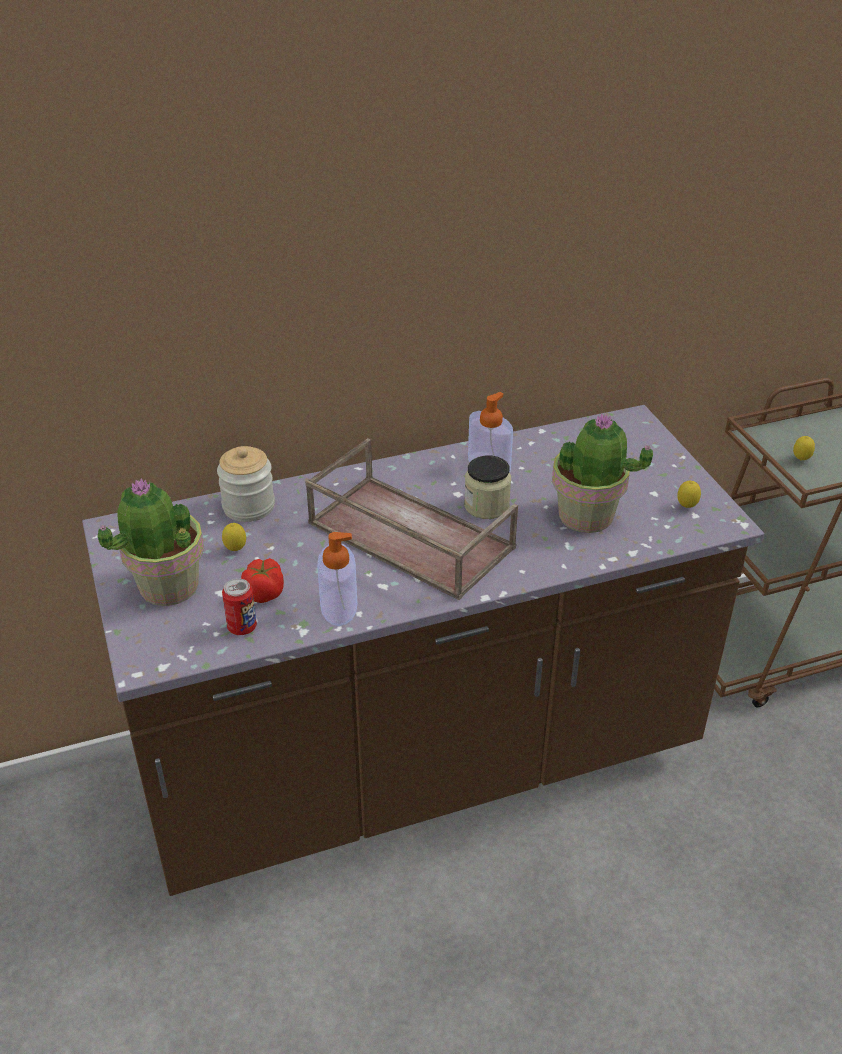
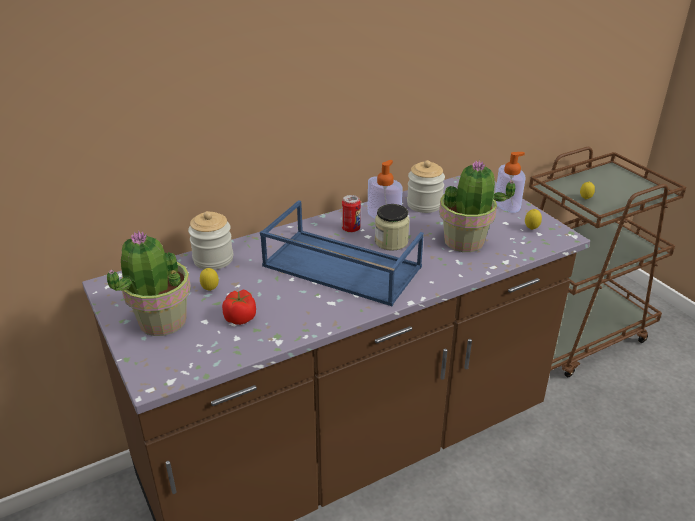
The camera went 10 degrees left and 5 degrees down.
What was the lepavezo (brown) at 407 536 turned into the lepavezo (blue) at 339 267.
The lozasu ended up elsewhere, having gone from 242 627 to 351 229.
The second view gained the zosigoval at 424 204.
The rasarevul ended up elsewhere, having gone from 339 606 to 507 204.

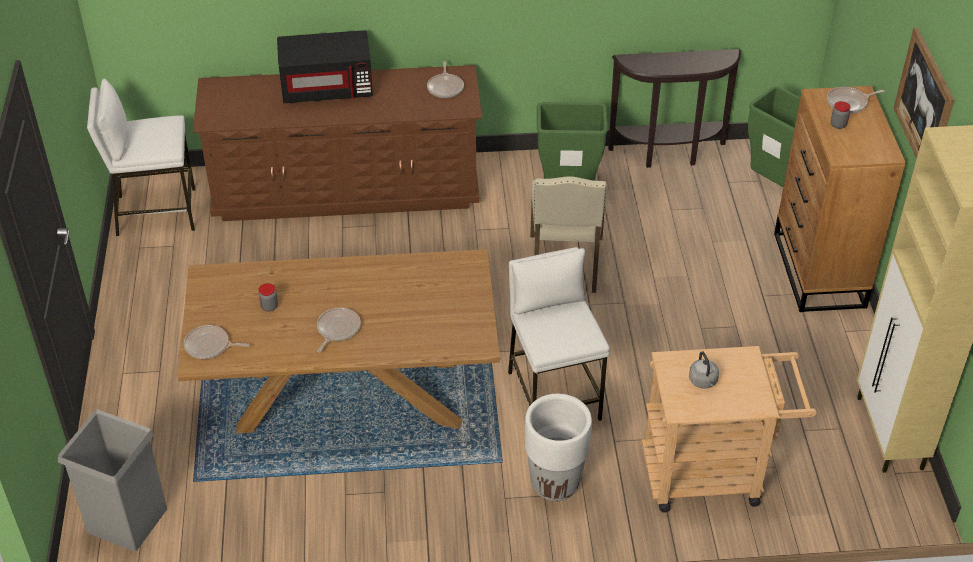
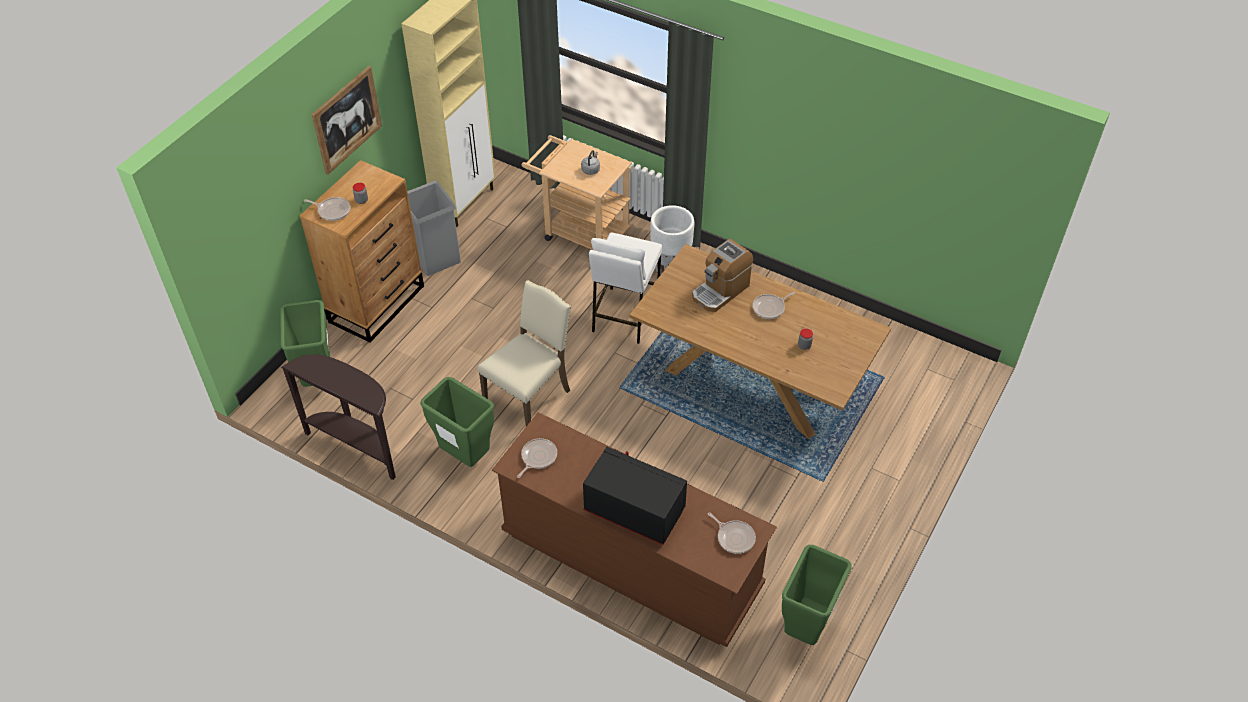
The camera went 145 degrees left and 5 degrees up.
The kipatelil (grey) ended up elsewhere, having gone from 126 520 to 436 257.
The second view gained the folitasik at 720 291.
The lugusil ended up elsewhere, having gone from 209 346 to 734 537.
Where the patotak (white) stood at 156 212, the kipatelil (green) came to stand at 805 629.

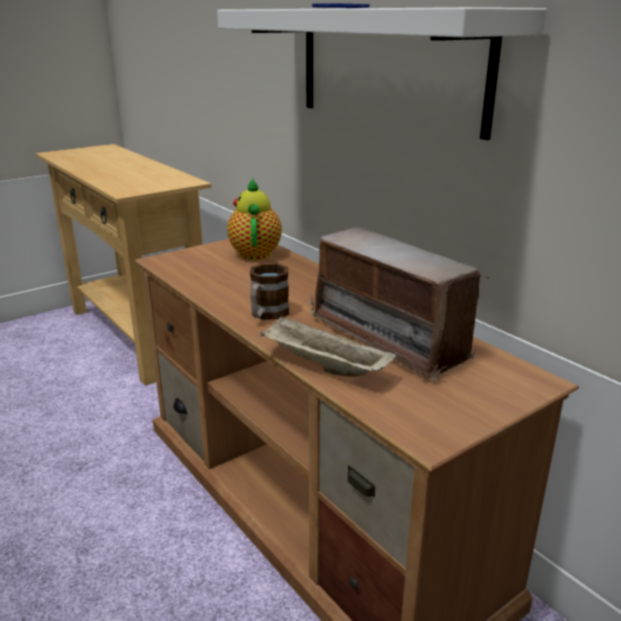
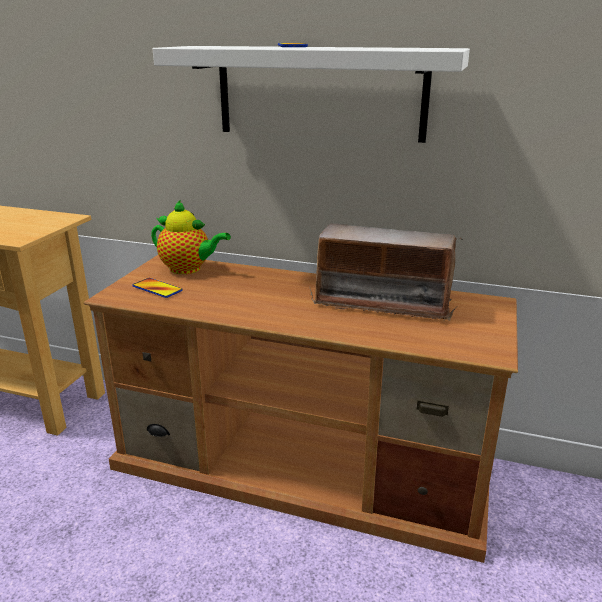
The camera went 35 degrees left and 0 degrees up.
The second view gained the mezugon at 157 289.
The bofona at 255 253 ended up facing another way, 150 degrees clockwise from before.
The second view lost the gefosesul at 266 315.
The second view lost the lepavezo (beige) at 322 366.

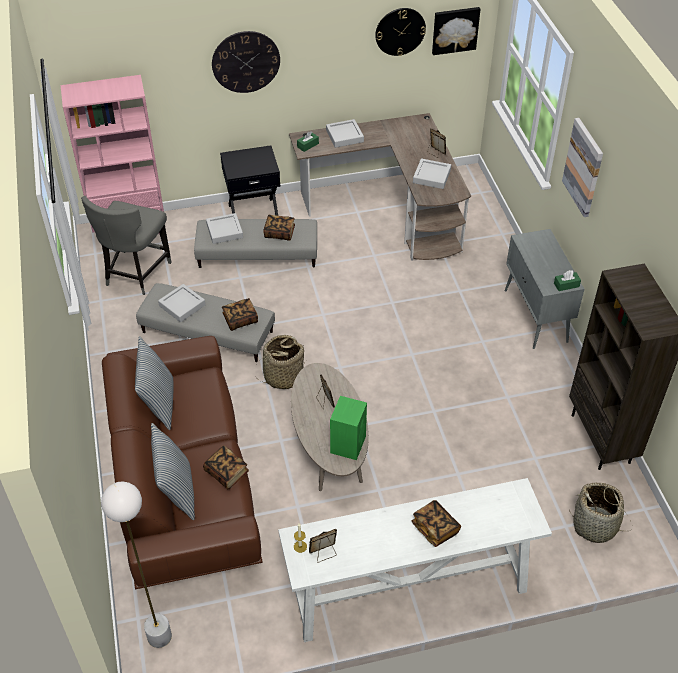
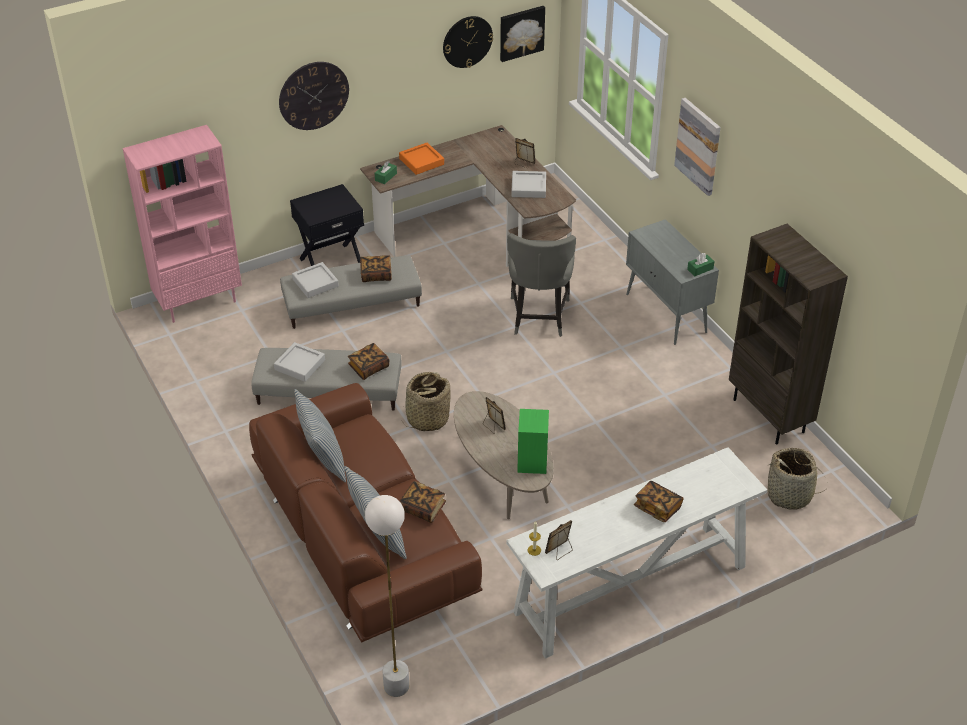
The camera went 15 degrees left and 5 degrees down.
What was the lepavezo (grey) at 344 136 turned into the lepavezo (orange) at 421 161.
The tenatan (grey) ended up elsewhere, having gone from 135 274 to 538 317.

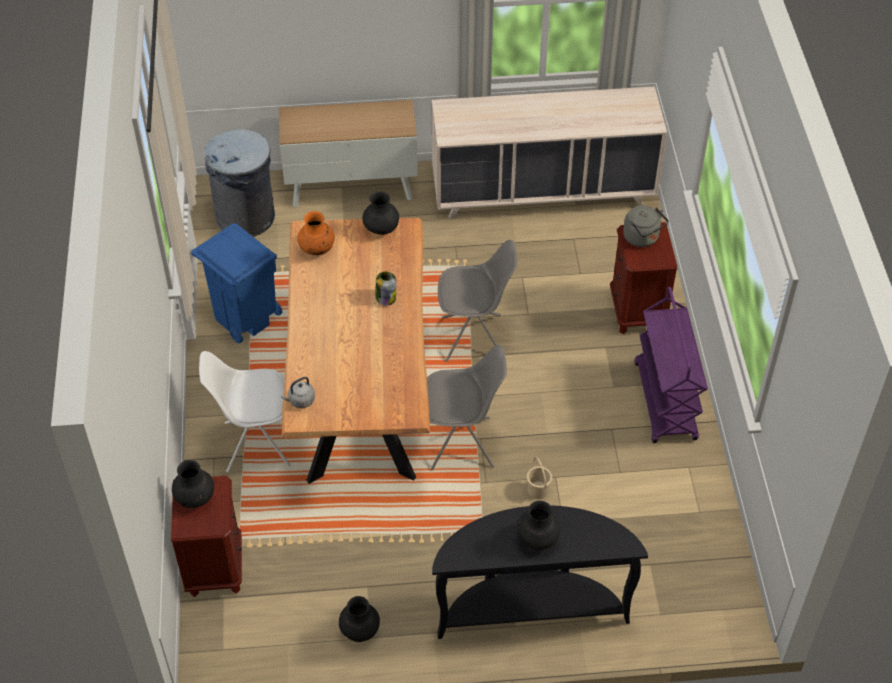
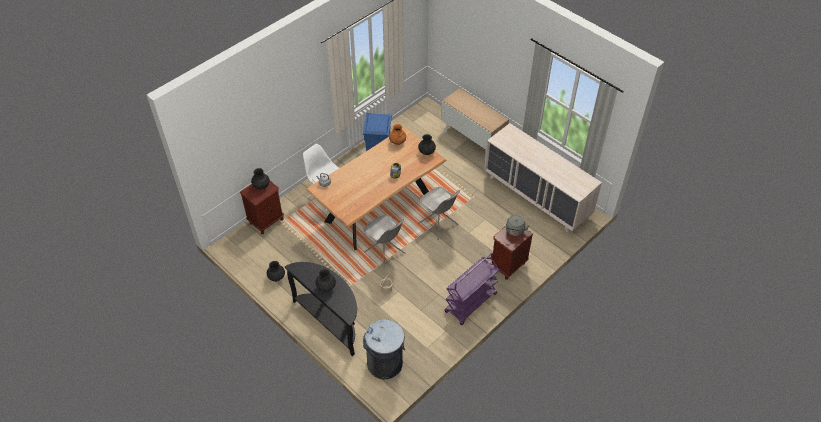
The camera went 50 degrees right and 0 degrees up.
The kipatelil (grey) ended up elsewhere, having gone from 246 217 to 385 364.

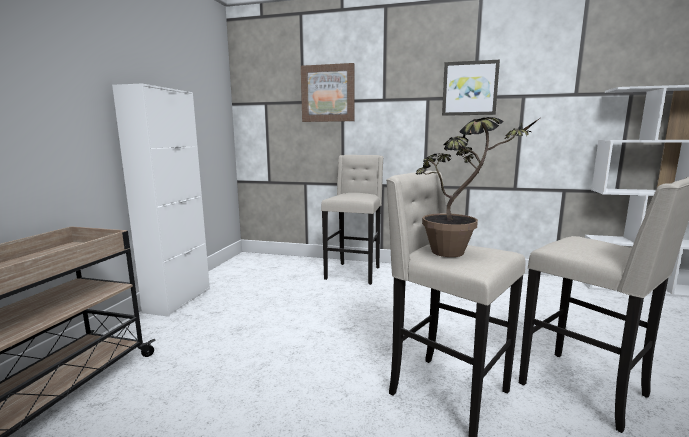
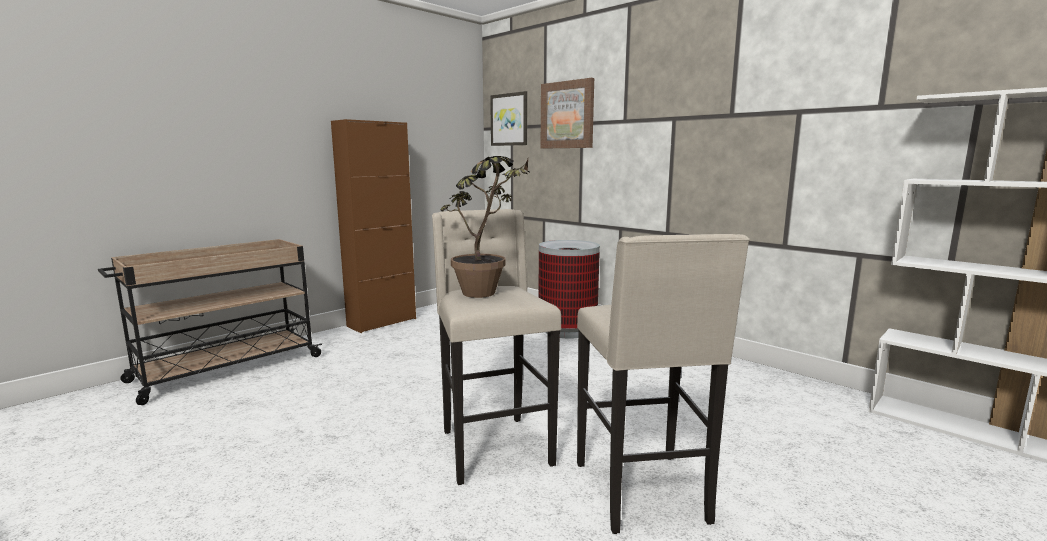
The camera went 30 degrees right and 0 degrees up.
What was the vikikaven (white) at 178 300 turned into the vikikaven (brown) at 382 322.
The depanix ended up elsewhere, having gone from 469 88 to 509 119.
Where the patotak (beige) stood at 354 273, the kipatelil came to stand at 567 330.

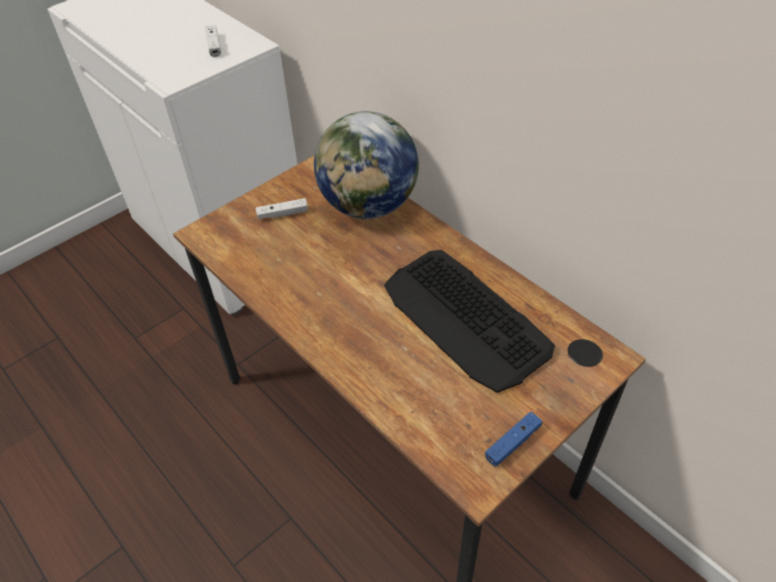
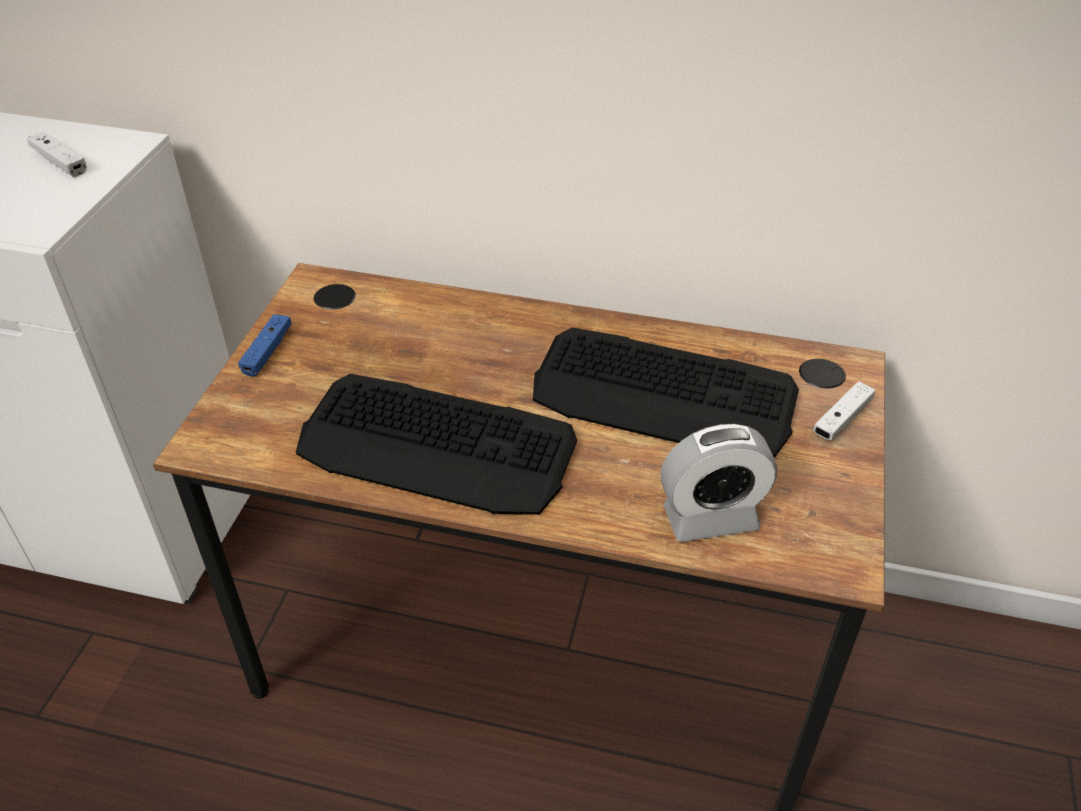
The camera went 35 degrees left and 5 degrees down.
The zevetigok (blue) ended up elsewhere, having gone from 512 443 to 267 351.
The second view gained the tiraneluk at 437 446.
The second view gained the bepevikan at 710 518.
The zevetigok (white) ended up elsewhere, having gone from 282 214 to 842 419.
The second view lost the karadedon at 369 206.

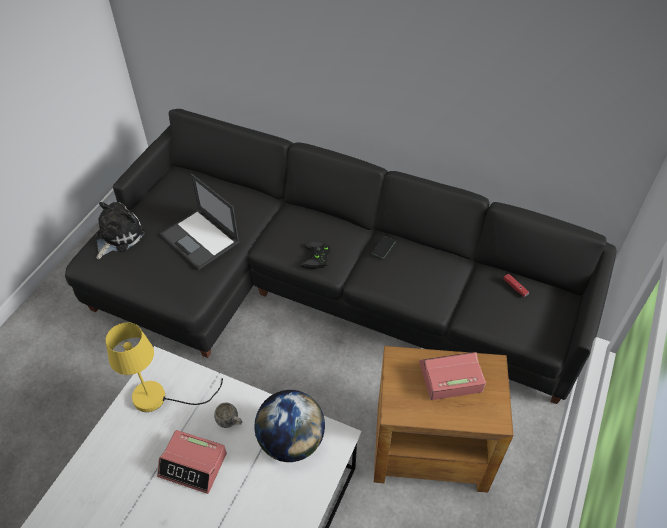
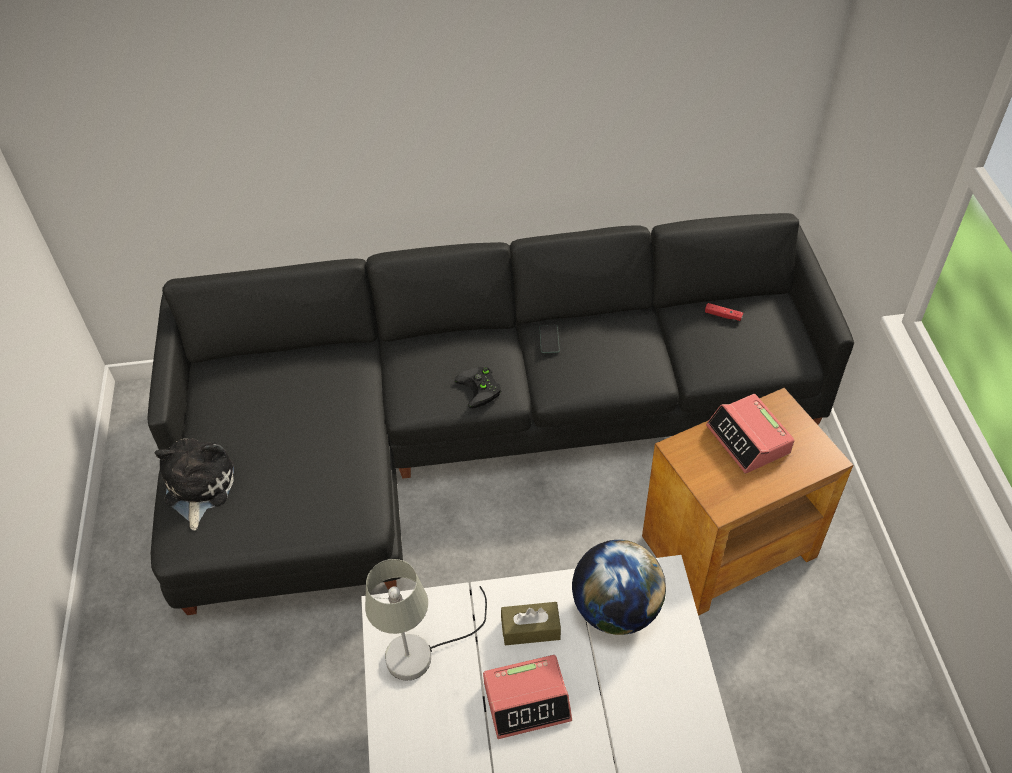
The camera went 30 degrees left and 0 degrees up.
What was the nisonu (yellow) at 160 397 turned into the nisonu (grey) at 421 651.
Where the gefosesul (white) stood at 230 422, the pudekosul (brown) came to stand at 530 629.
The bepevikan at 450 377 ended up facing another way, 75 degrees counterclockwise from before.
The second view lost the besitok at 200 239.

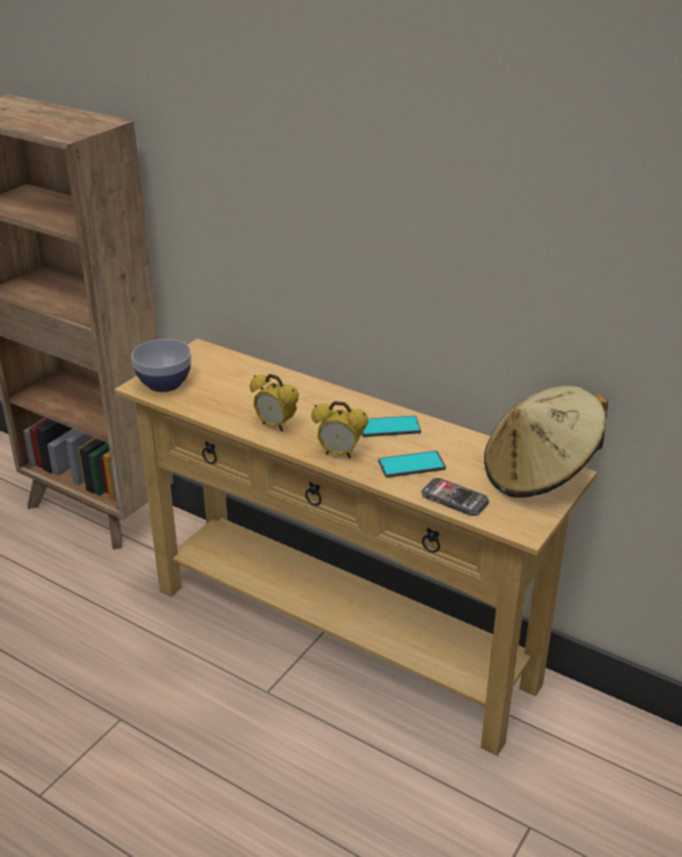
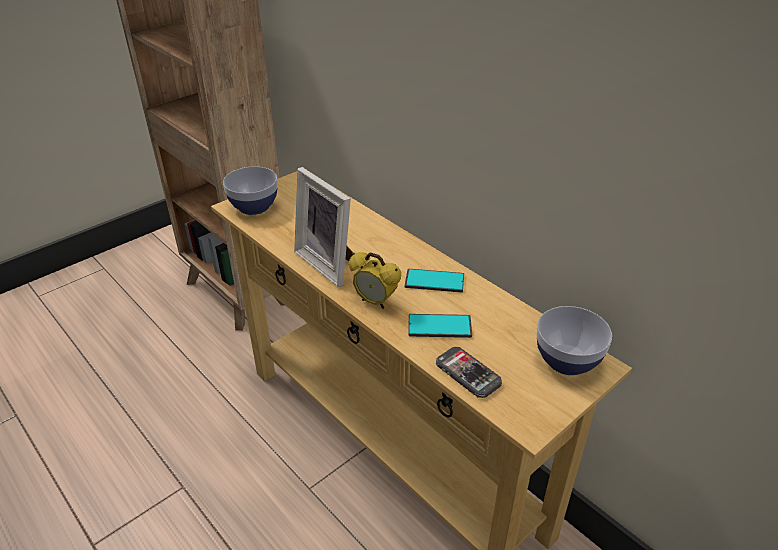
The camera went 15 degrees right and 5 degrees up.
Where the bepevikan stood at 275 425, the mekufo came to stand at 329 263.
Where the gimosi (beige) stood at 539 474, the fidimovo came to stand at 567 360.

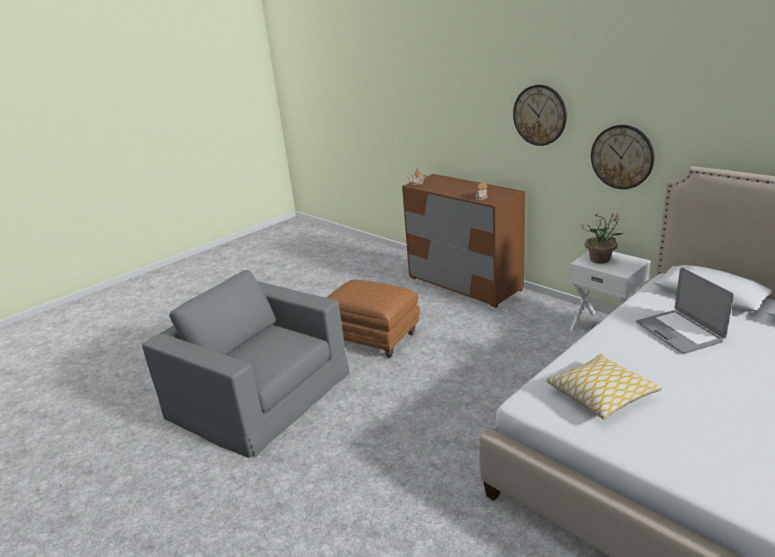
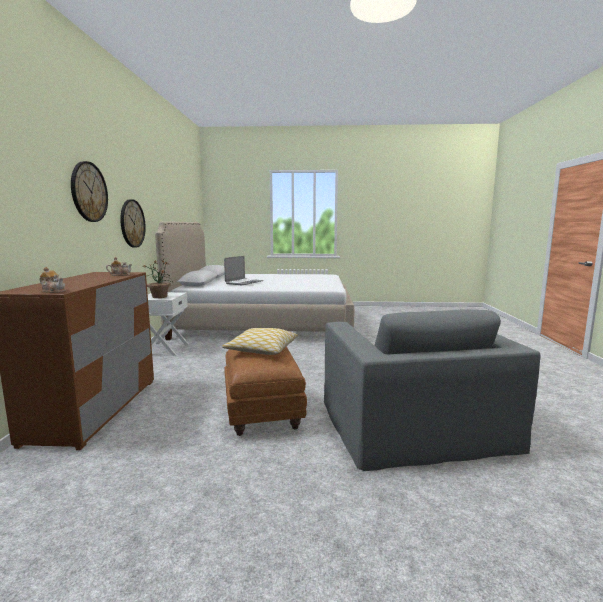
The camera went 135 degrees left and 15 degrees down.
The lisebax ended up elsewhere, having gone from 601 395 to 261 350.

